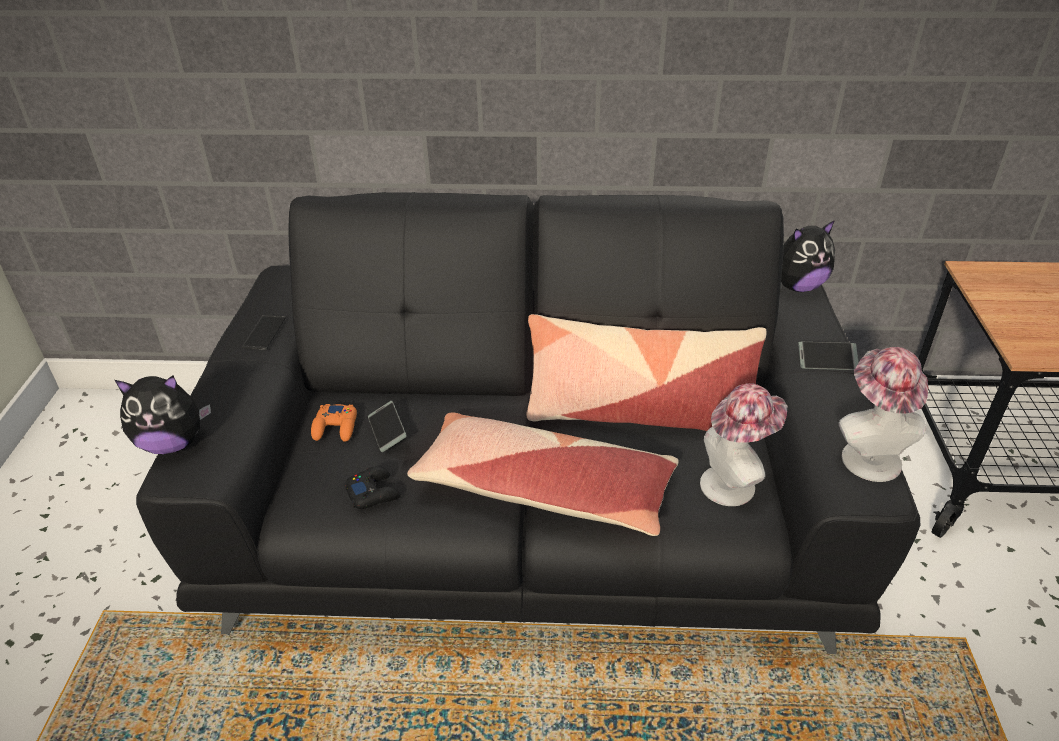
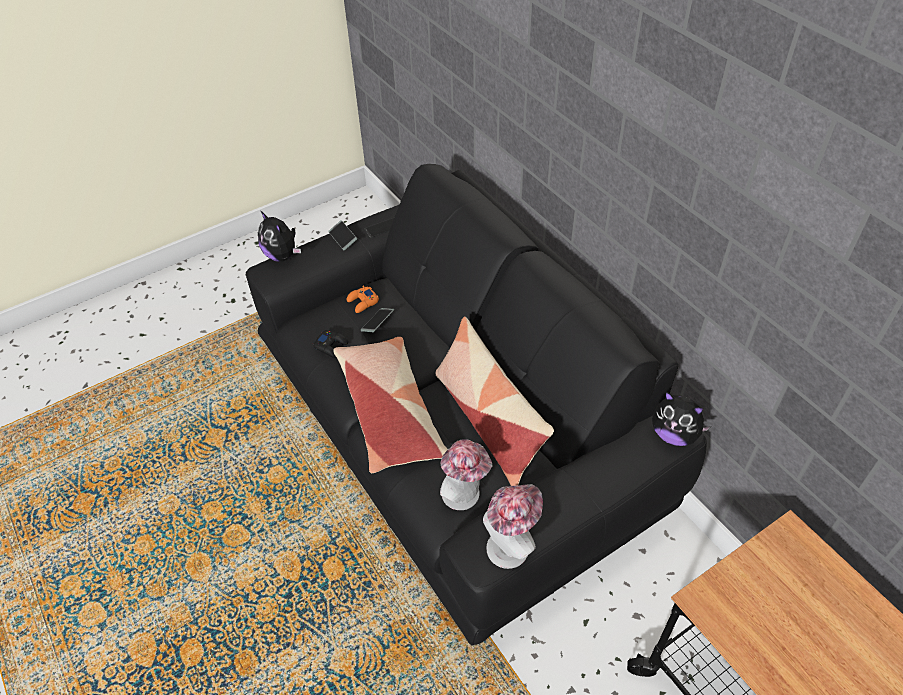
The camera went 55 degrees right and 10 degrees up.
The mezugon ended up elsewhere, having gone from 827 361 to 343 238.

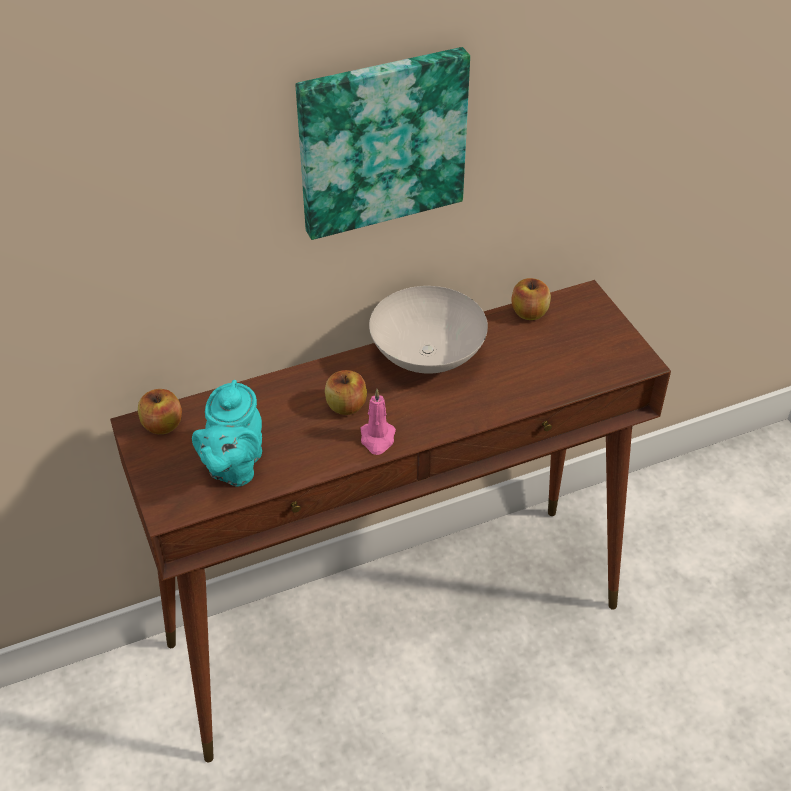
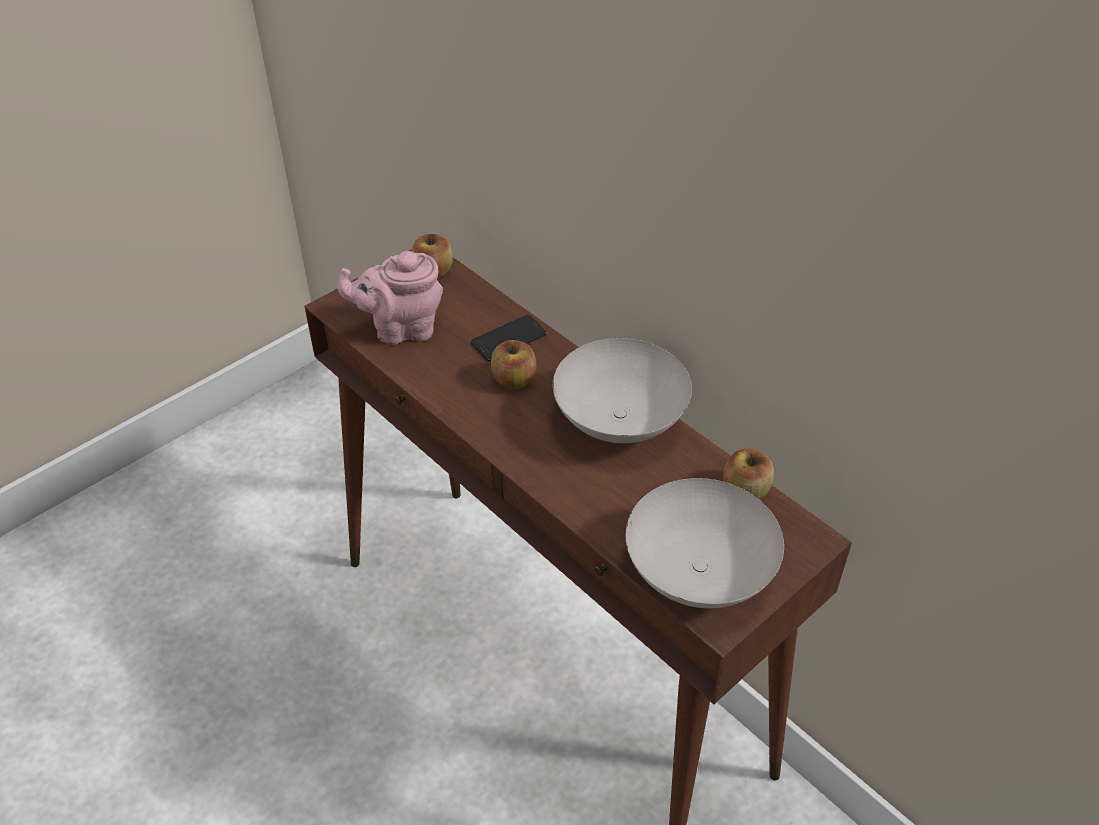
The camera went 70 degrees right and 0 degrees up.
What was the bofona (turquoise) at 233 467 turned into the bofona (pink) at 401 329.
The second view gained the mezugon at 508 339.
The second view gained the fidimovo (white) at 697 571.
The second view lost the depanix at 381 141.
The second view lost the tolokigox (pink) at 377 439.

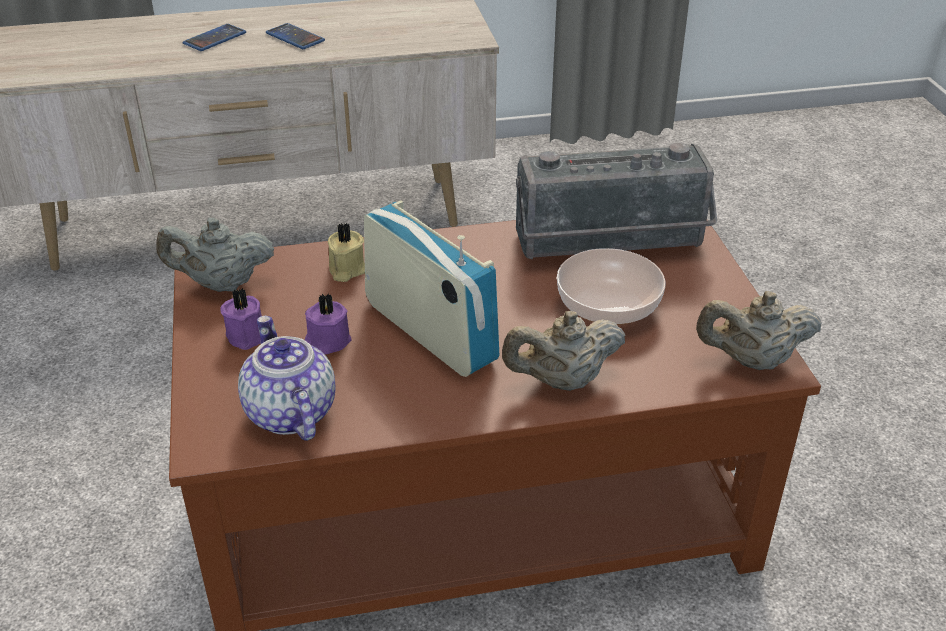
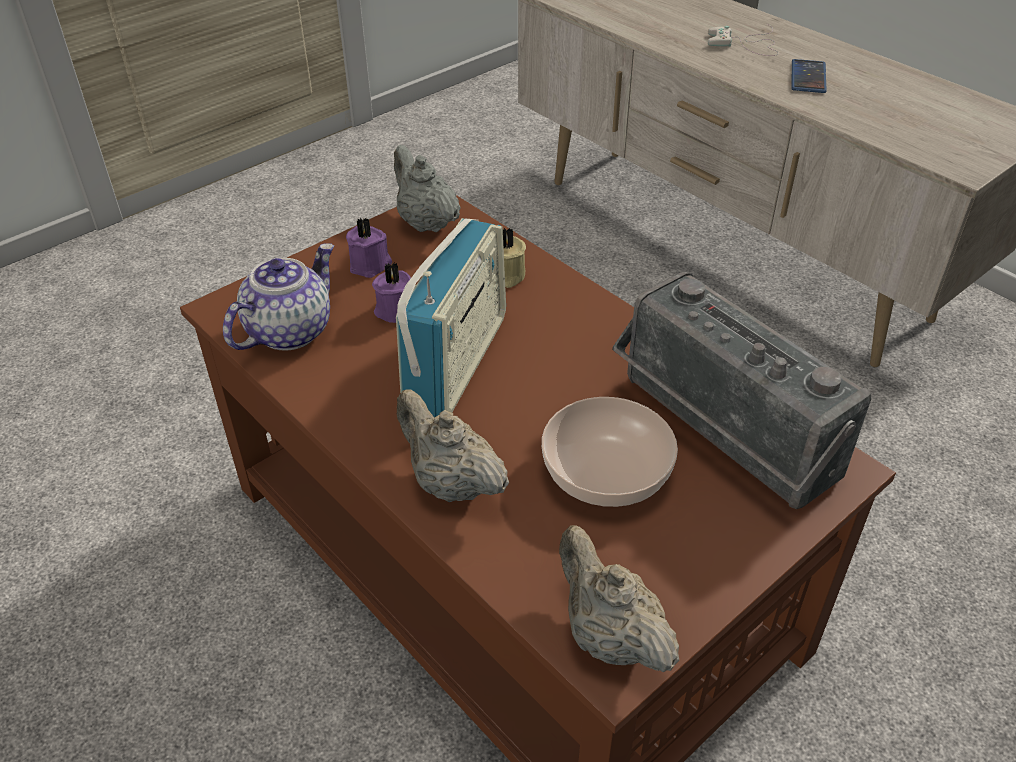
The camera went 60 degrees right and 5 degrees up.
Where the mezugon stood at 215 38, the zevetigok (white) came to stand at 746 45.

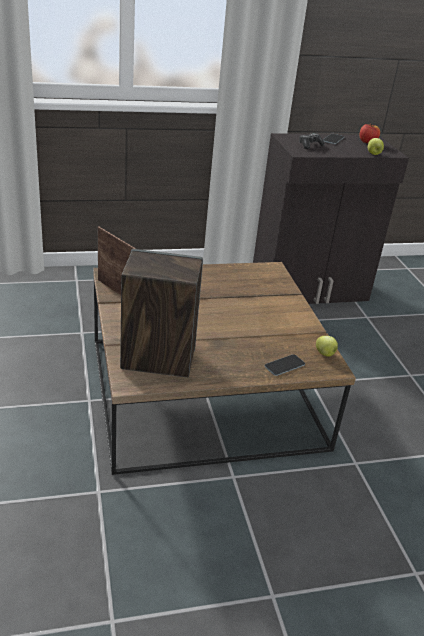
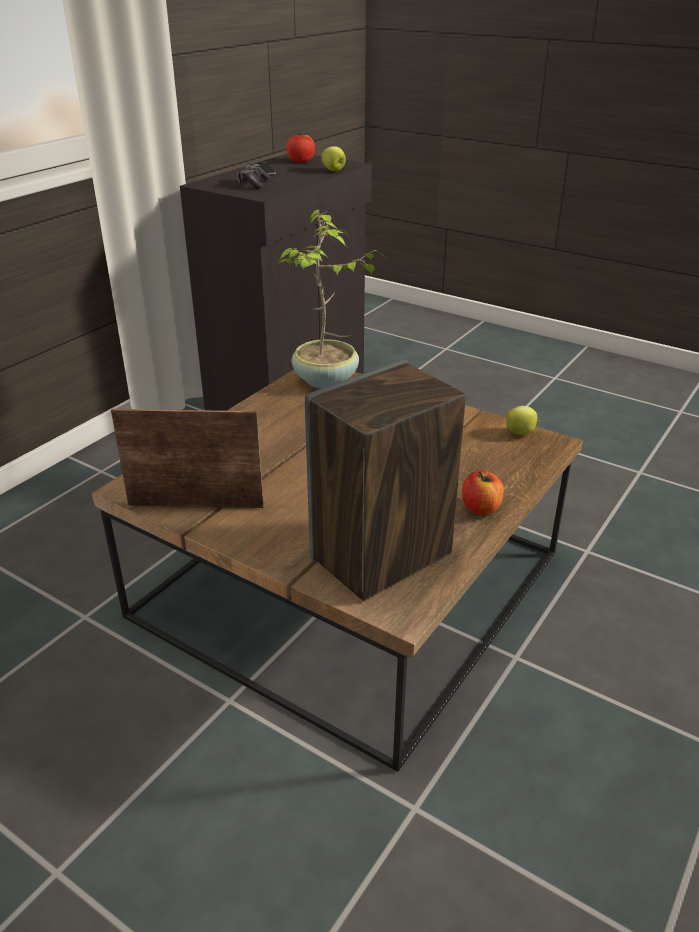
The camera went 40 degrees left and 0 degrees up.
The second view gained the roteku at 326 381.
The second view gained the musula at 481 508.
The second view lost the mezugon at 284 365.

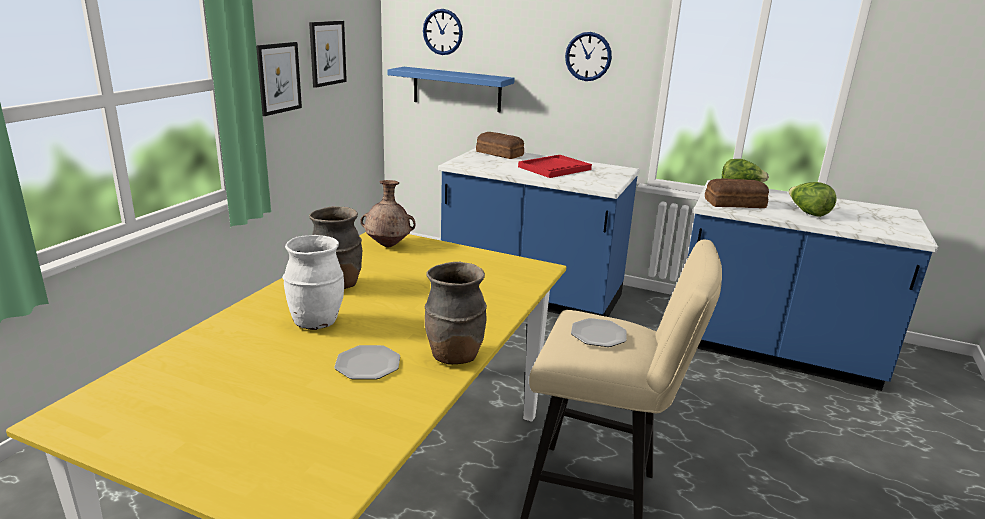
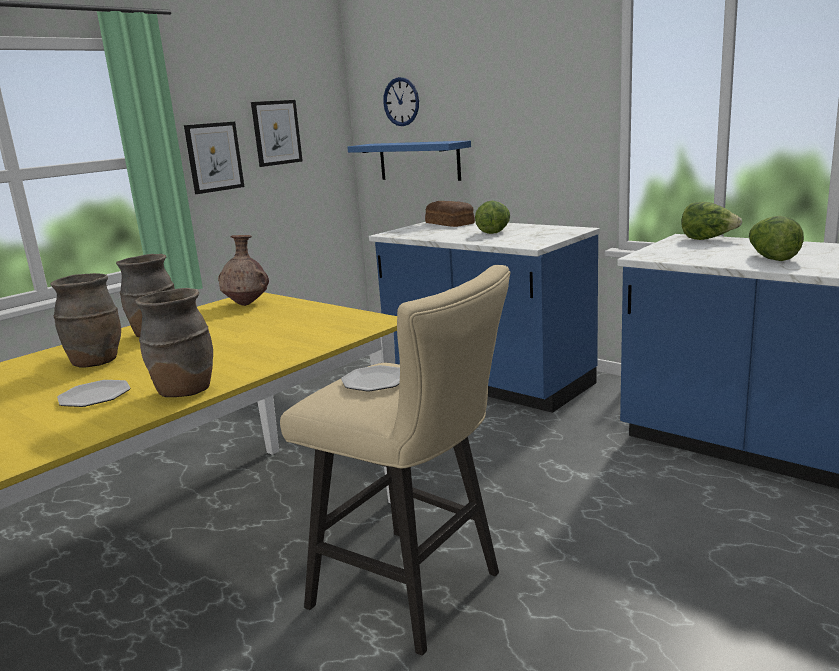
The camera went 20 degrees right and 5 degrees down.
What was the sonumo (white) at 316 322 turned into the sonumo (brown) at 96 362.
Where the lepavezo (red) stood at 554 168, the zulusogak came to stand at 494 232.
The second view lost the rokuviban at 588 56.
The second view lost the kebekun at 736 204.

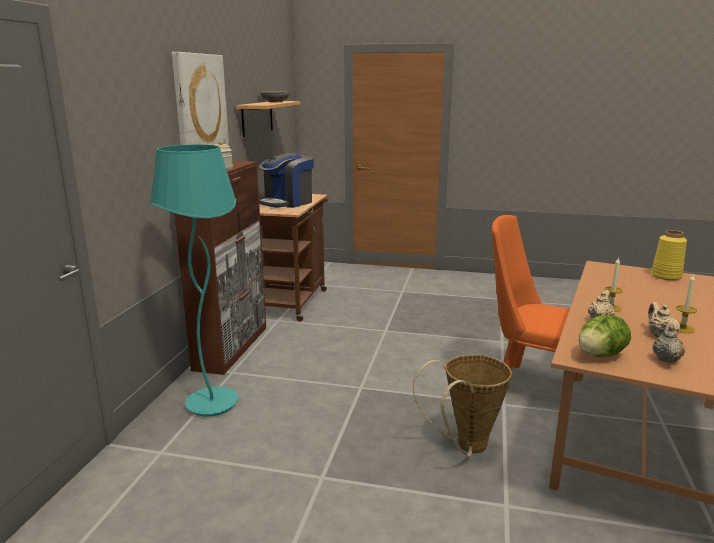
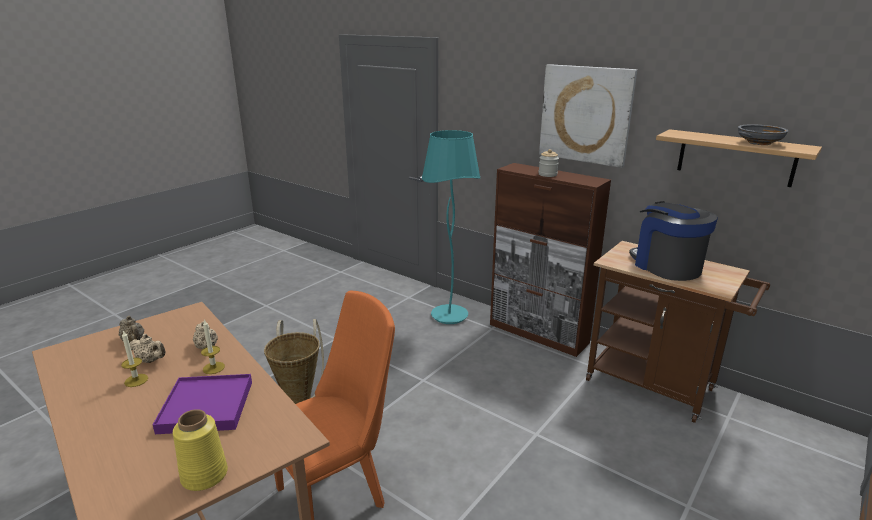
The camera went 115 degrees right and 5 degrees up.
The second view gained the lepavezo (purple) at 206 407.
The second view lost the zulusogak at 600 355.

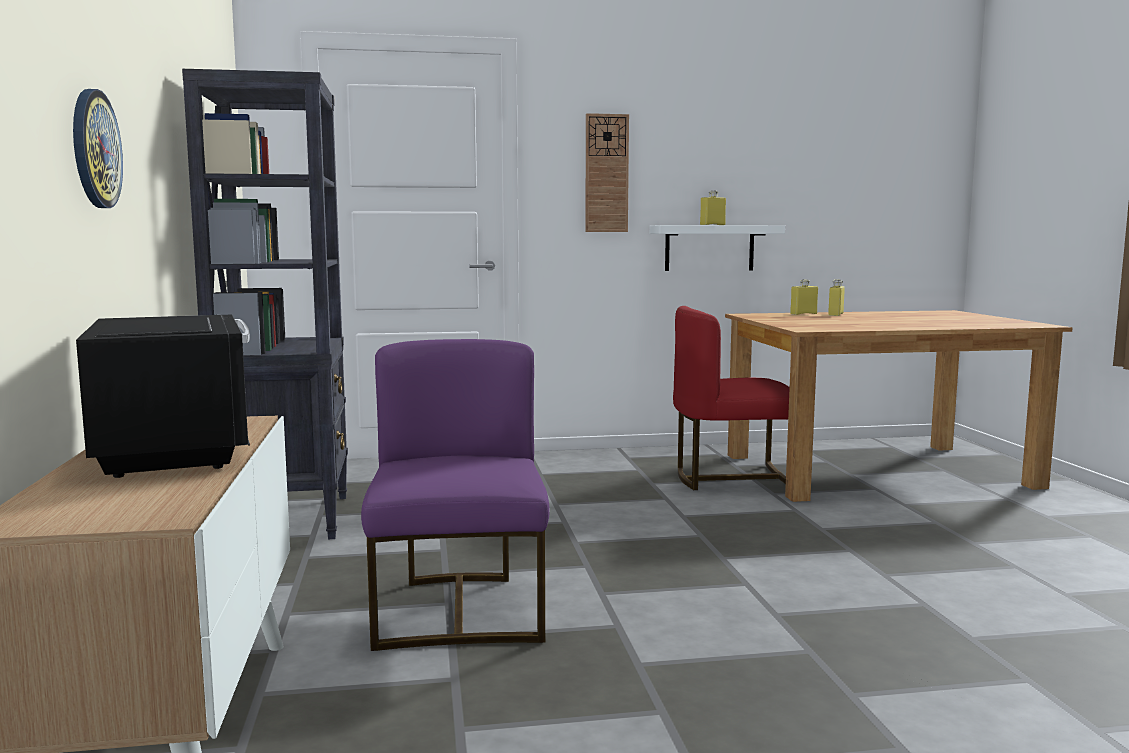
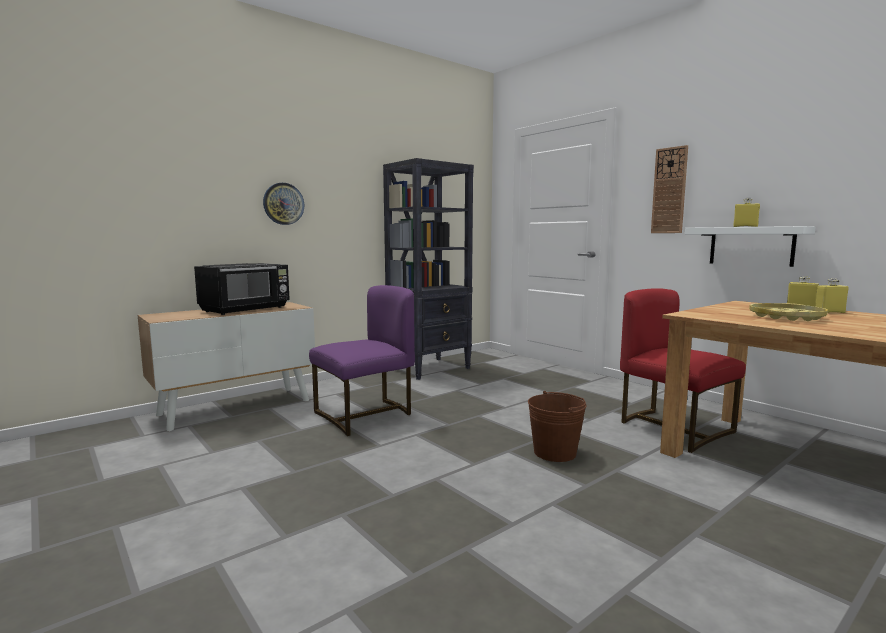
The camera went 60 degrees right and 0 degrees up.
The second view gained the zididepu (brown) at 555 452.
The second view gained the lepavezo (yellow) at 786 317.

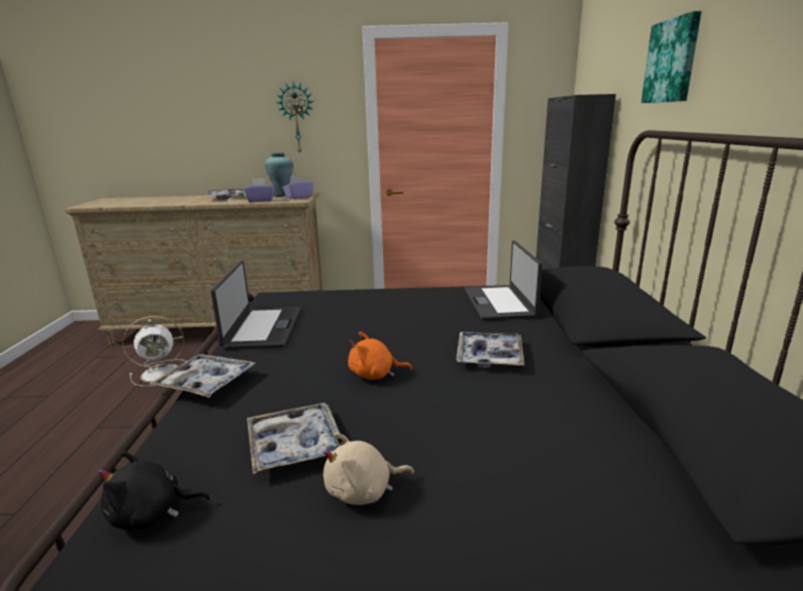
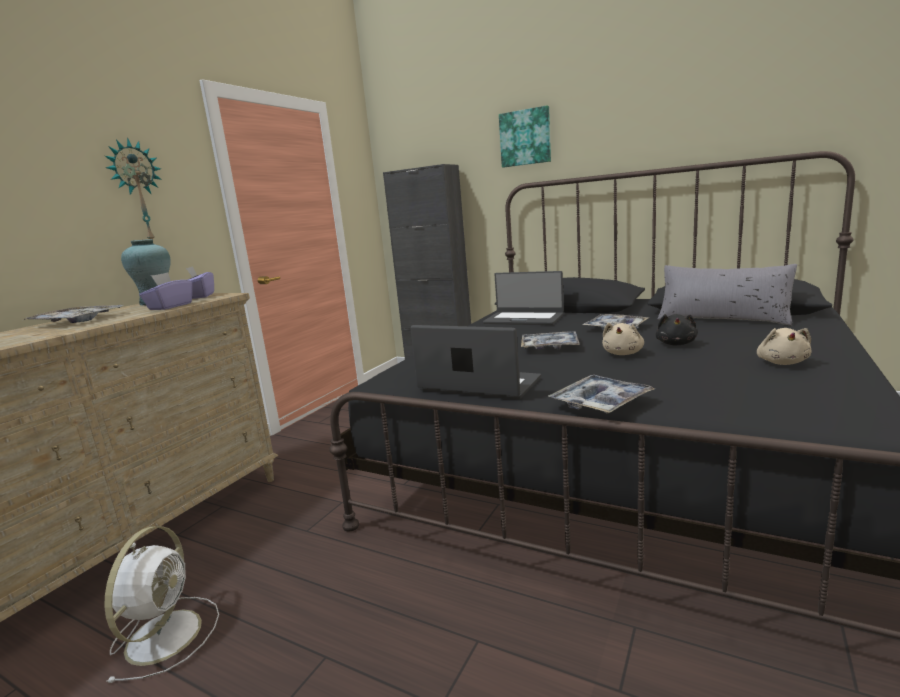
The camera went 60 degrees left and 5 degrees down.
The lepavezo ended up elsewhere, having gone from 295 445 to 549 346.
What was the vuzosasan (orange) at 375 374 turned into the vuzosasan (beige) at 623 353.
The vuzosasan (black) ended up elsewhere, having gone from 151 513 to 676 344.
The second view gained the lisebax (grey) at 722 319.

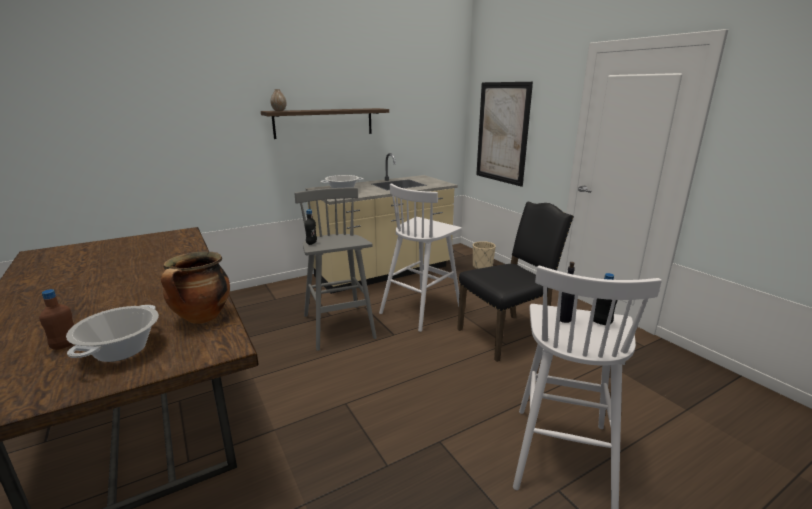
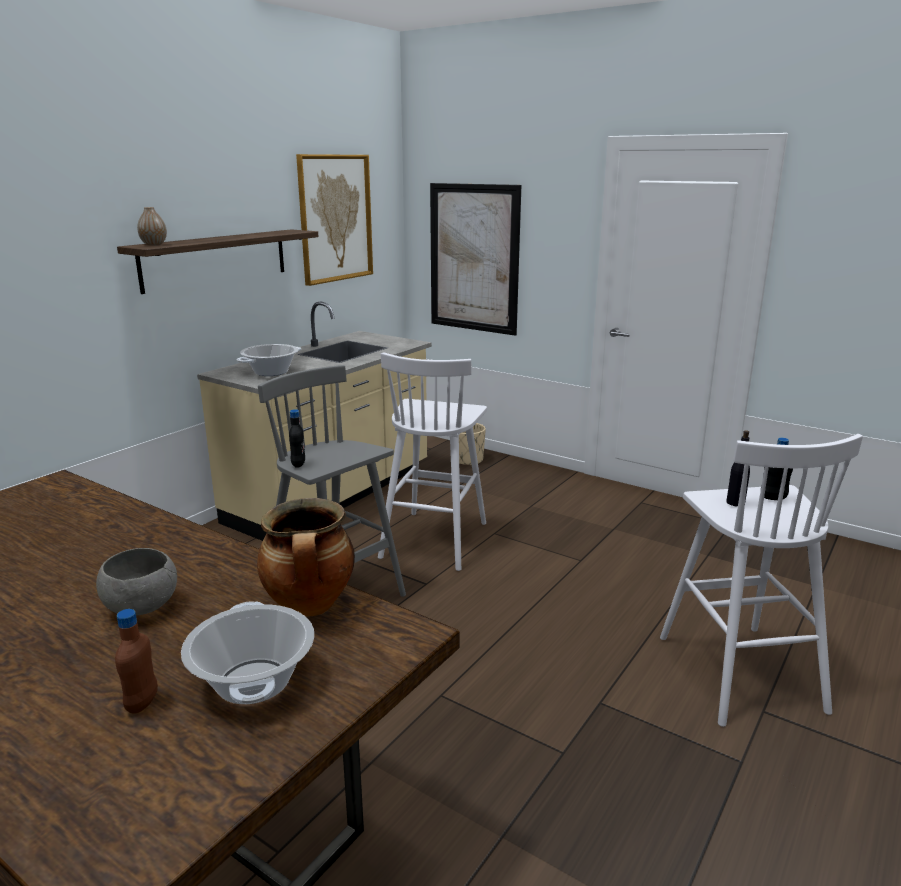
The camera went 25 degrees left and 0 degrees up.
The second view gained the fidimovo (grey) at 143 607.
The second view gained the depanix at 335 218.
The second view lost the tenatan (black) at 506 335.

